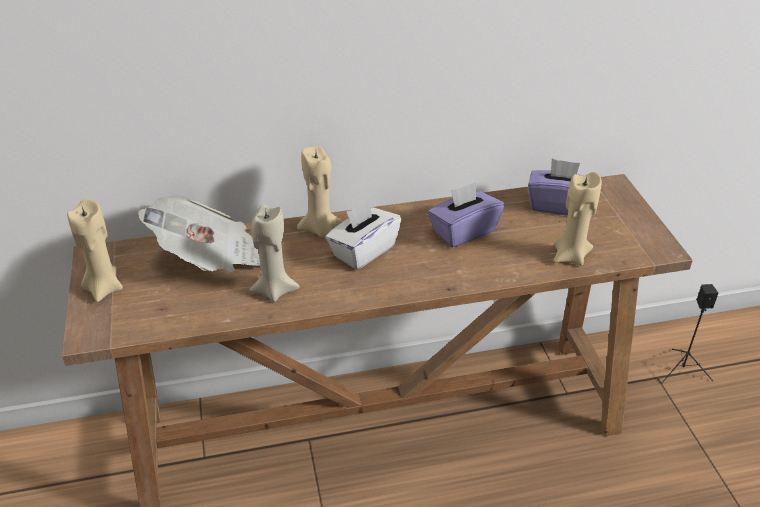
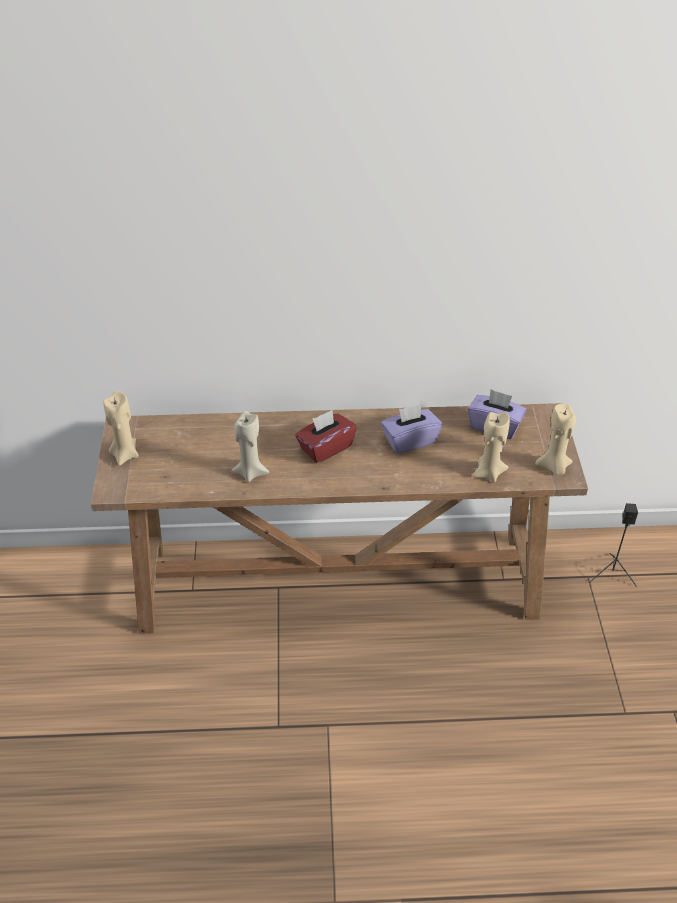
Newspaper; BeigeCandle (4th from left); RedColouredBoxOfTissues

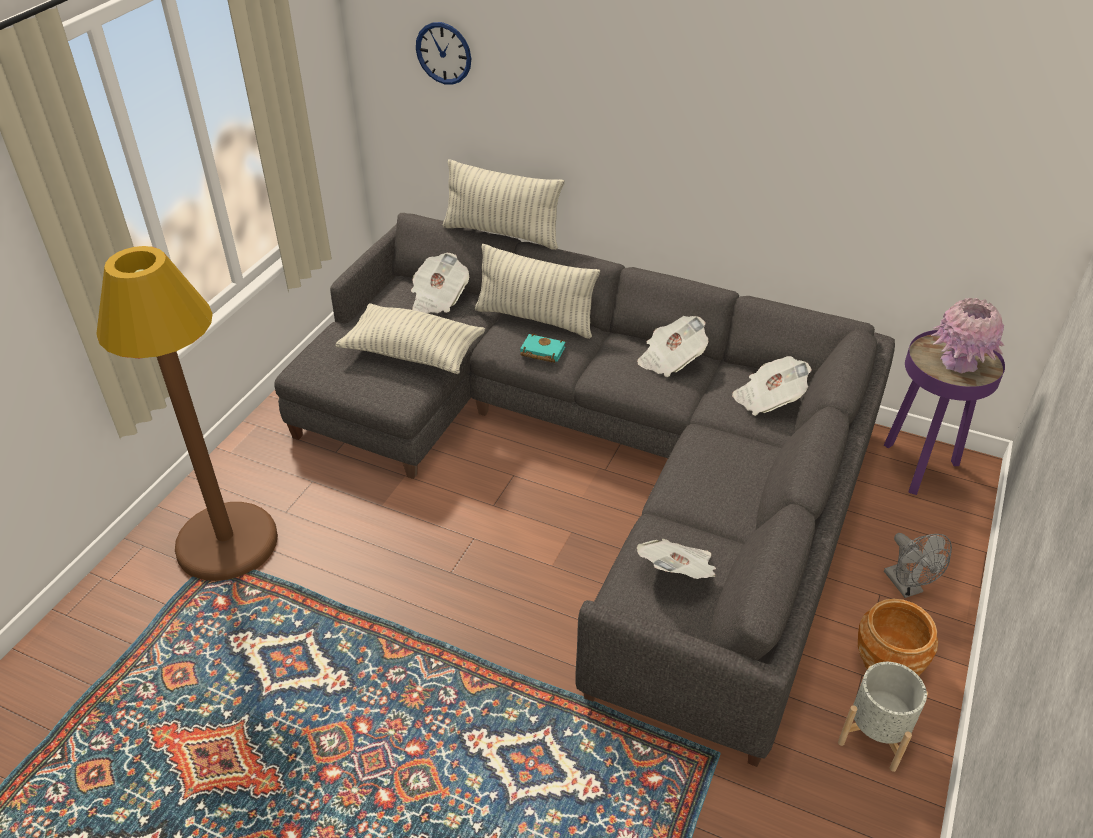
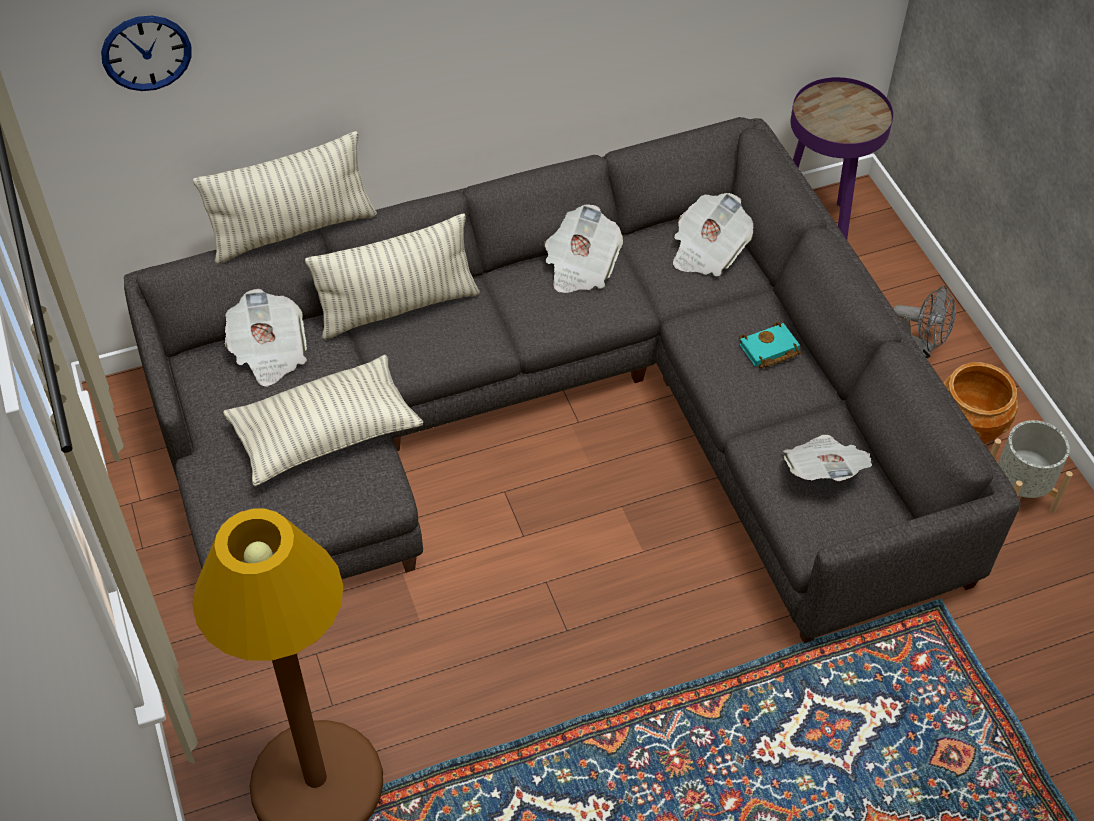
PinkDecorativeVase; TurquoiseColouredVolume

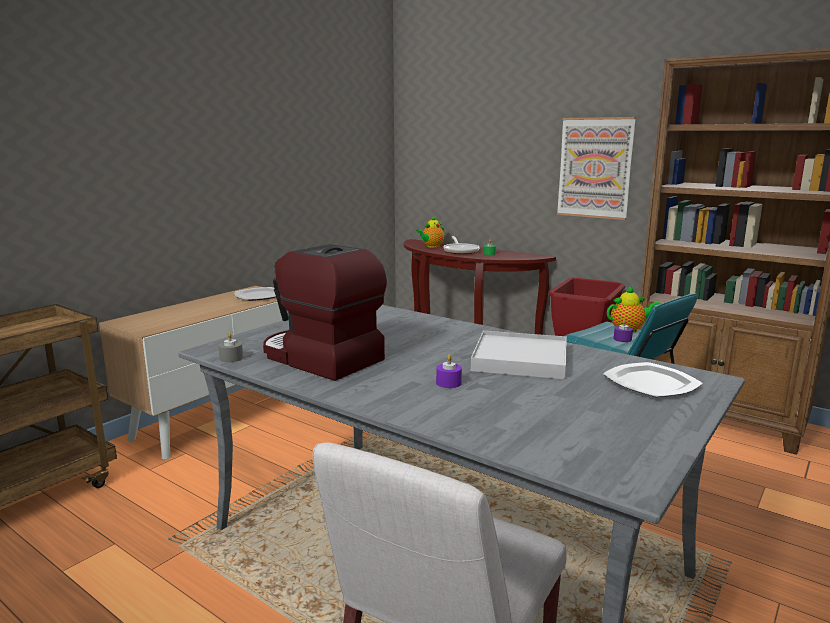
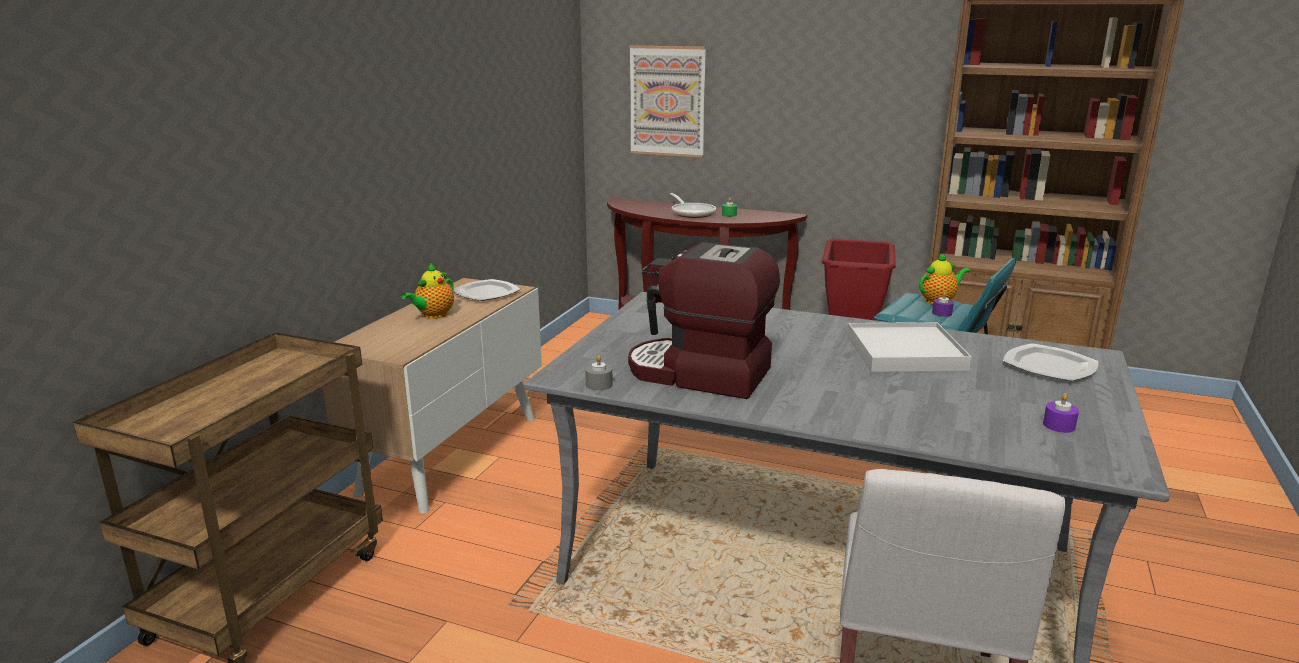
PotForTea (1st from left); PurpleCandle (2nd from left); WallArt

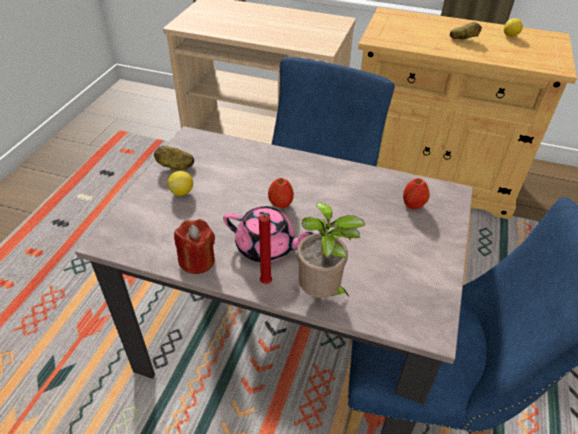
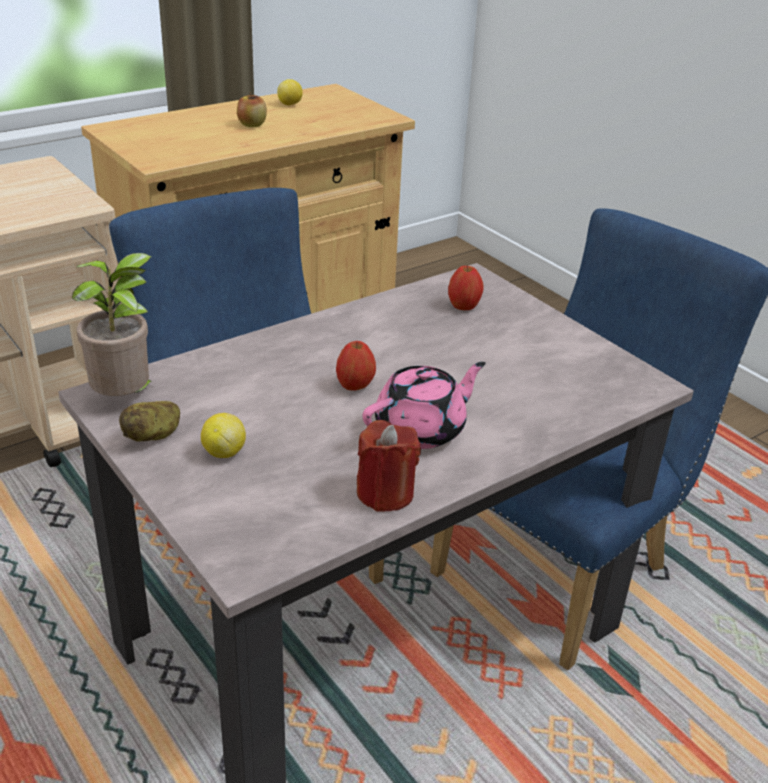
RedColouredCandle (2nd from left in the first image); Houseplant; WholeApple (1st from left)

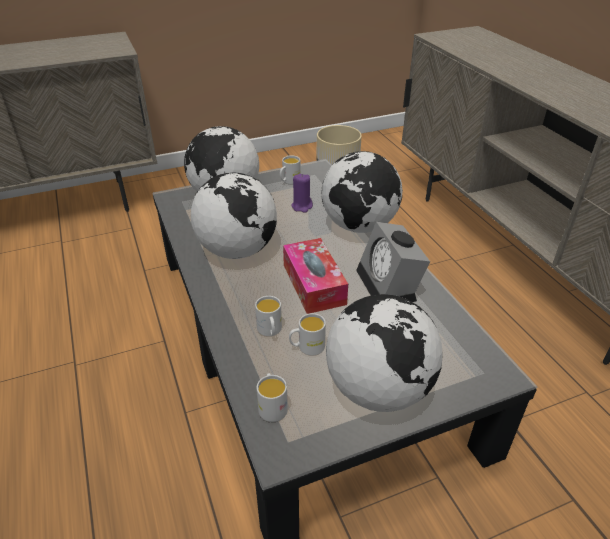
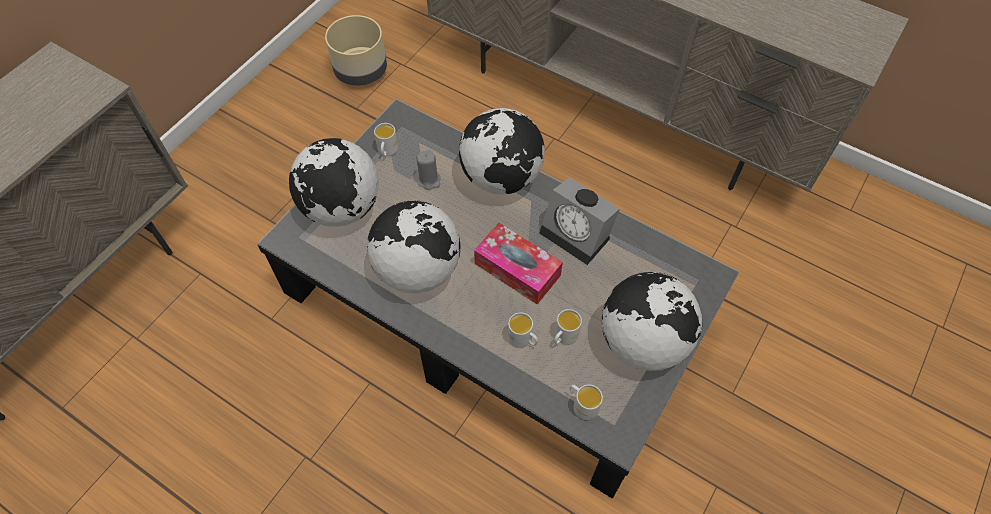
GrayCandle

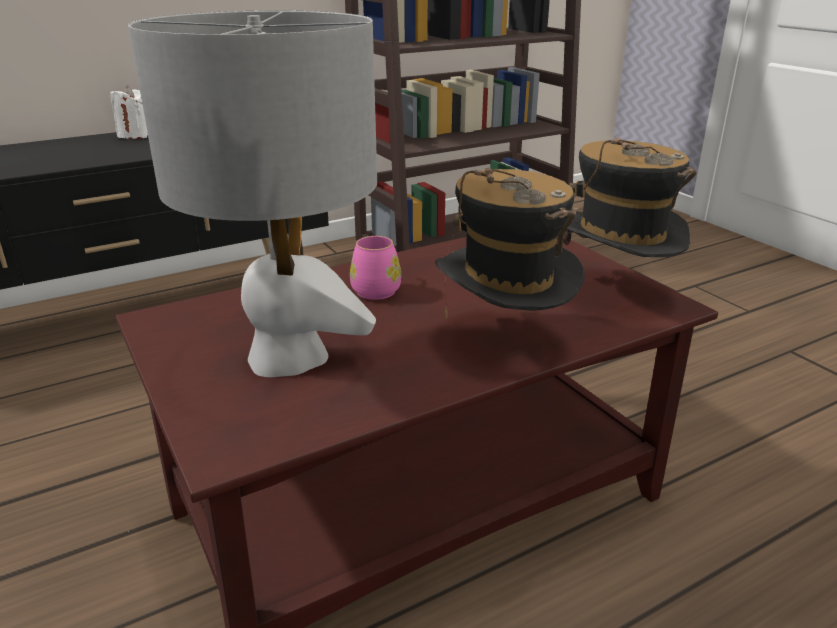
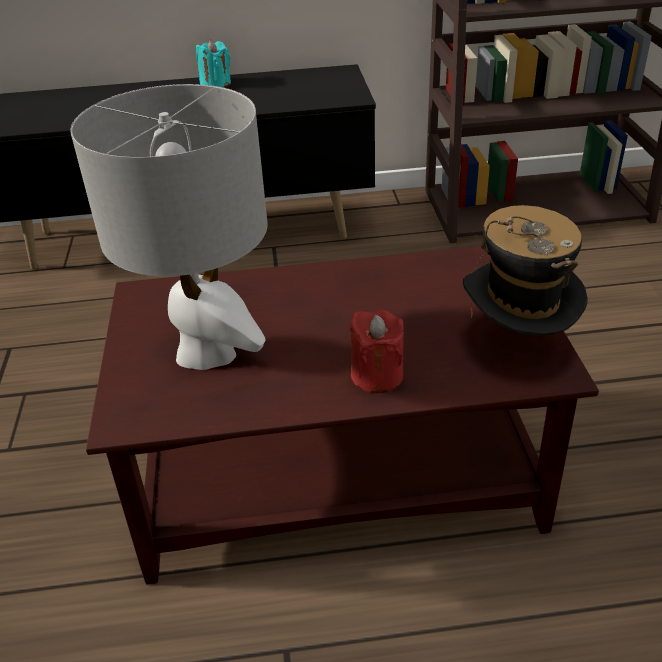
PinkMug; RedColouredCandle; TurquoiseColouredCandle

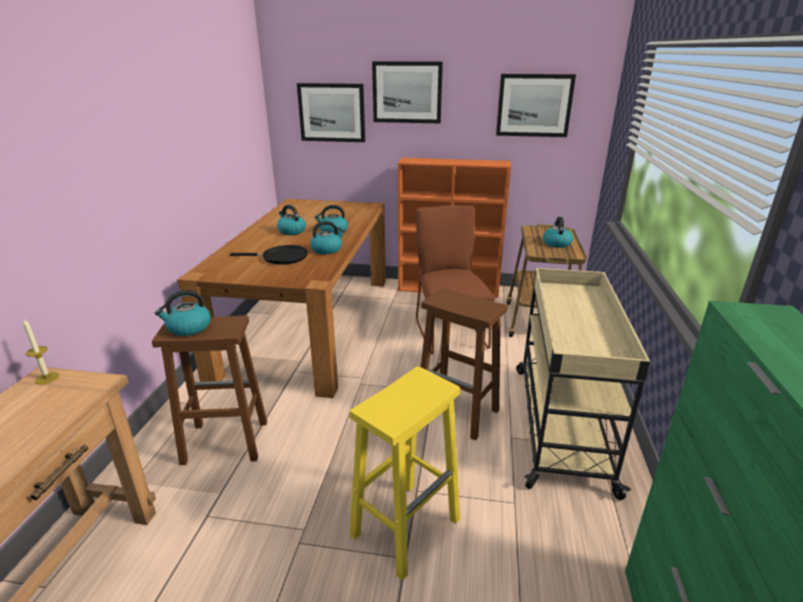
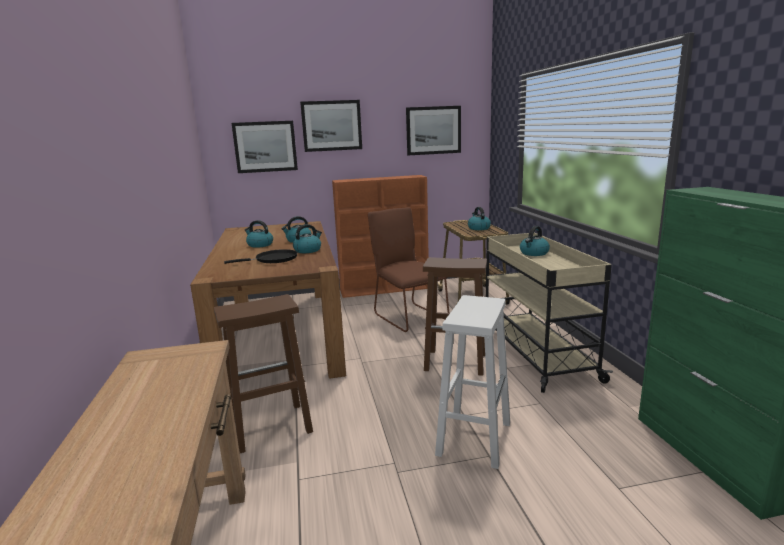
Candle; WaterKettle (5th from left); WhiteColouredSittingStool

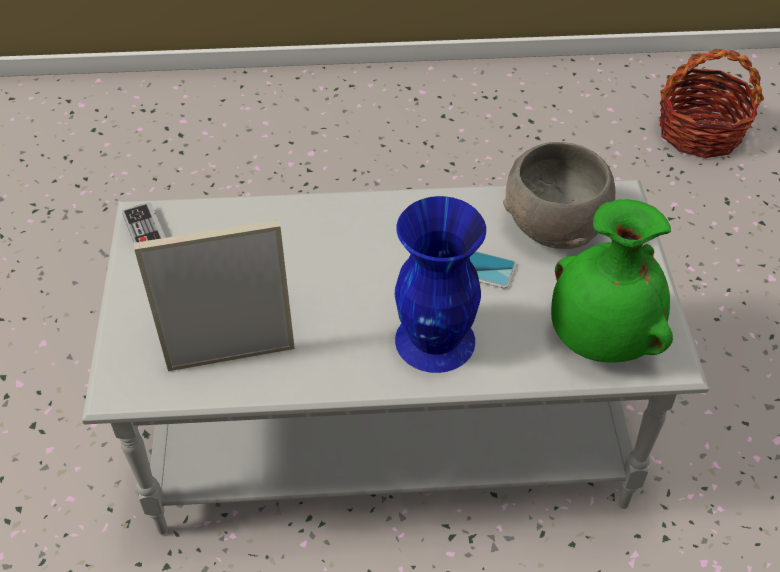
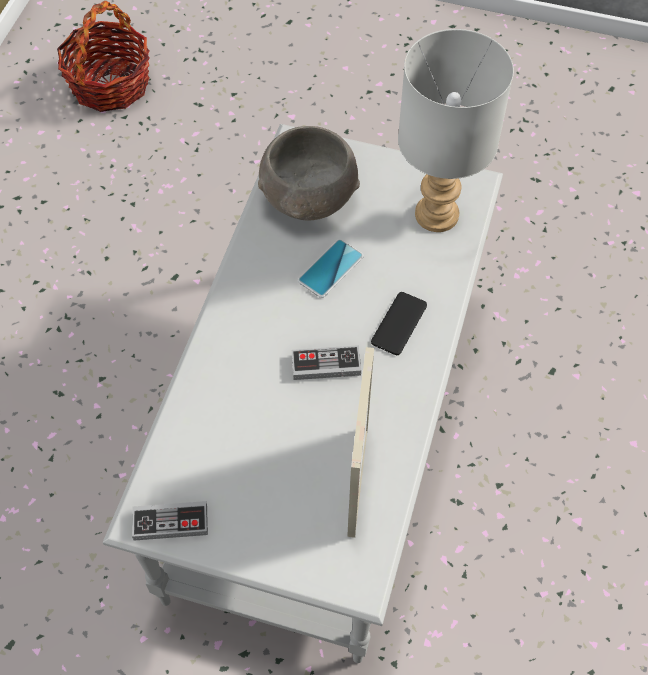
Gamepad (2nd from left); Phone (2nd from left); GrayTableLamp

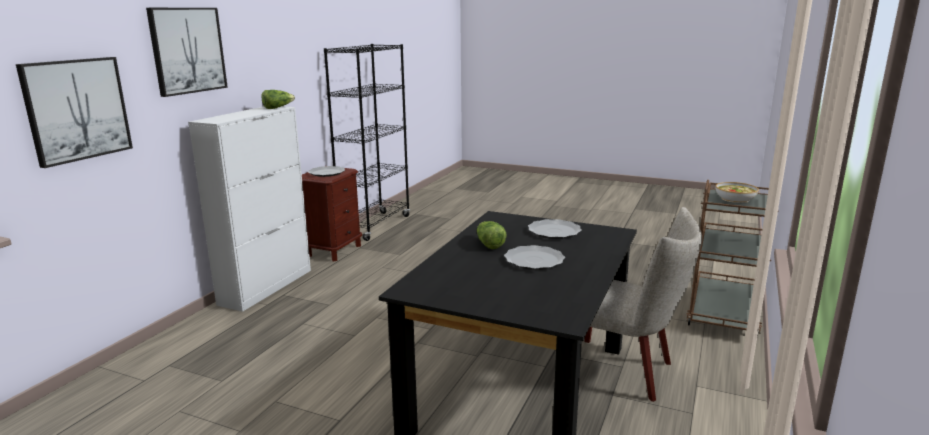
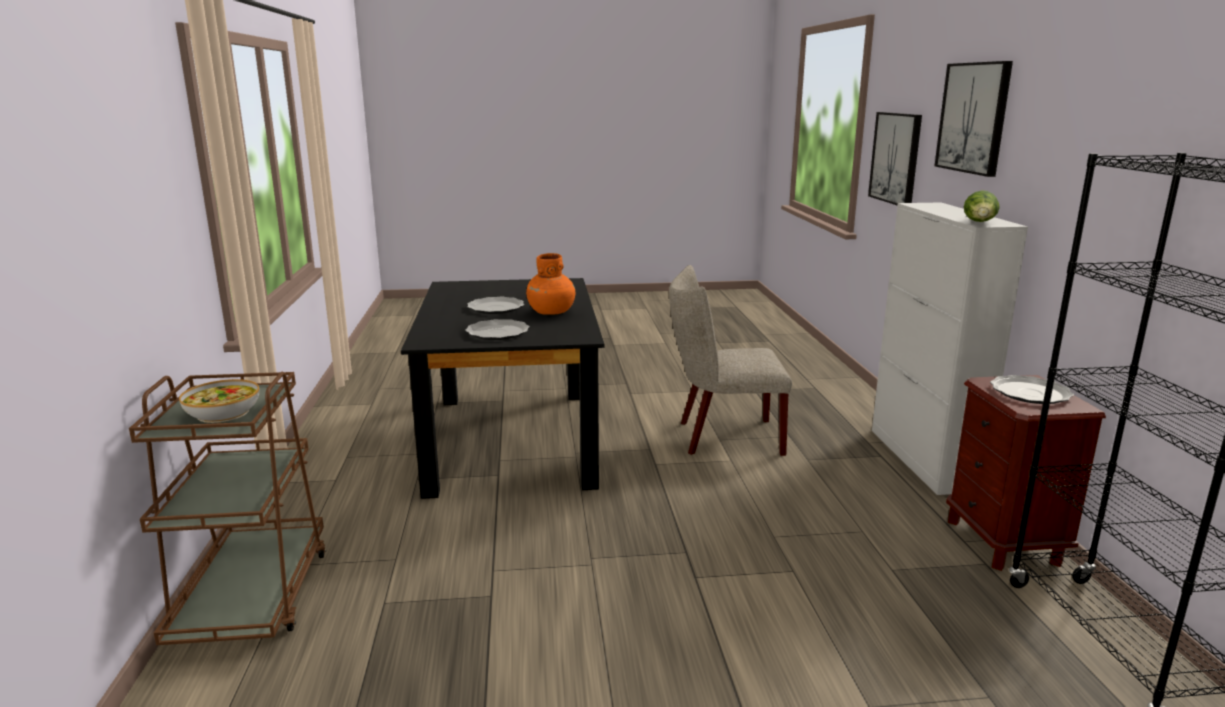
BeigeUprightChair; OrangeyDecorativeVase

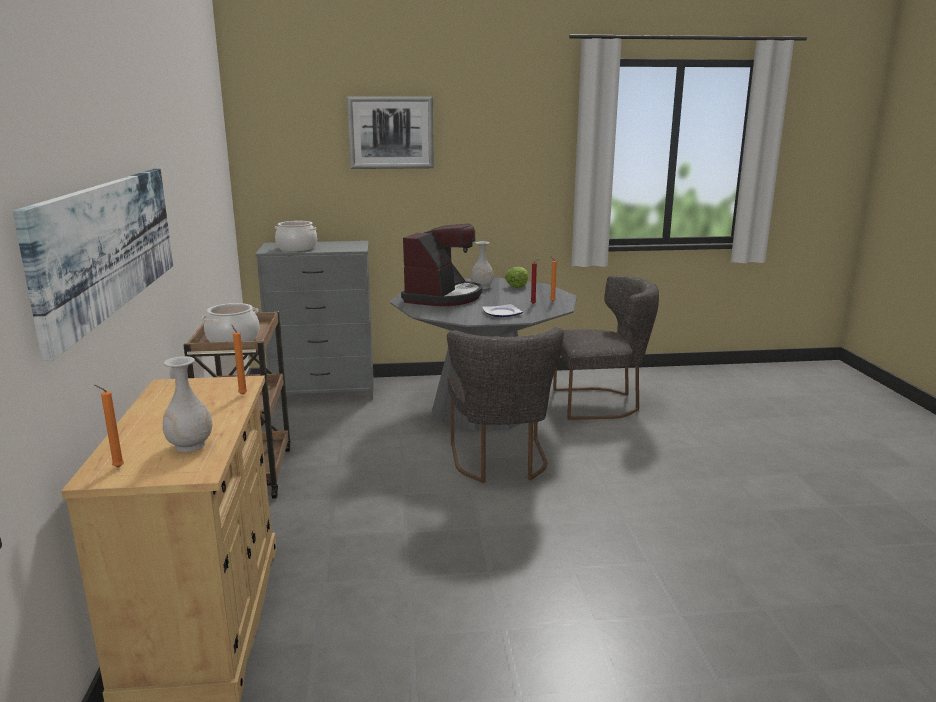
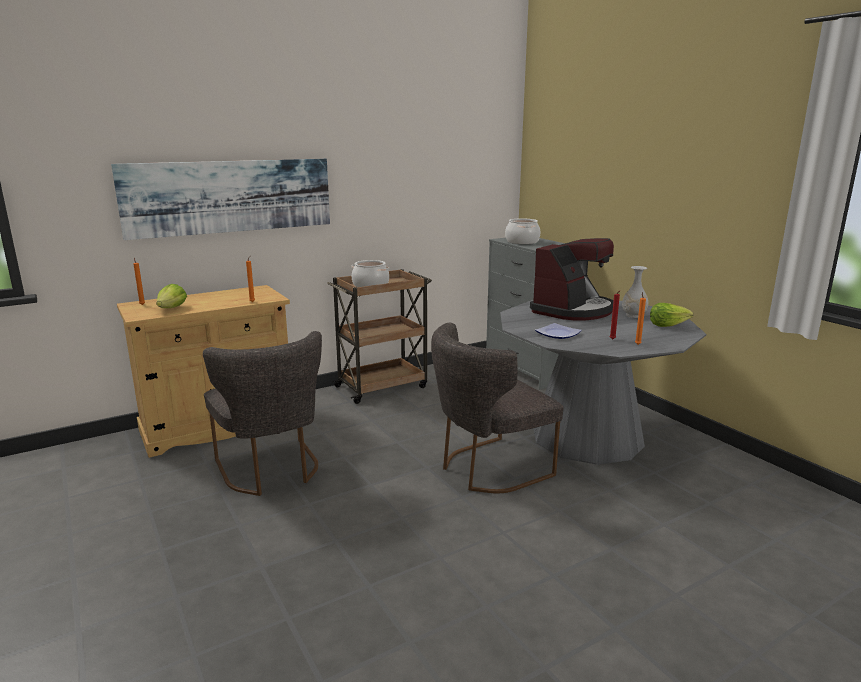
WallArt (2nd from left in the first image); GrayUprightChair (1st from left); HeadOfLettuce (1st from left); CoffeeMaker

